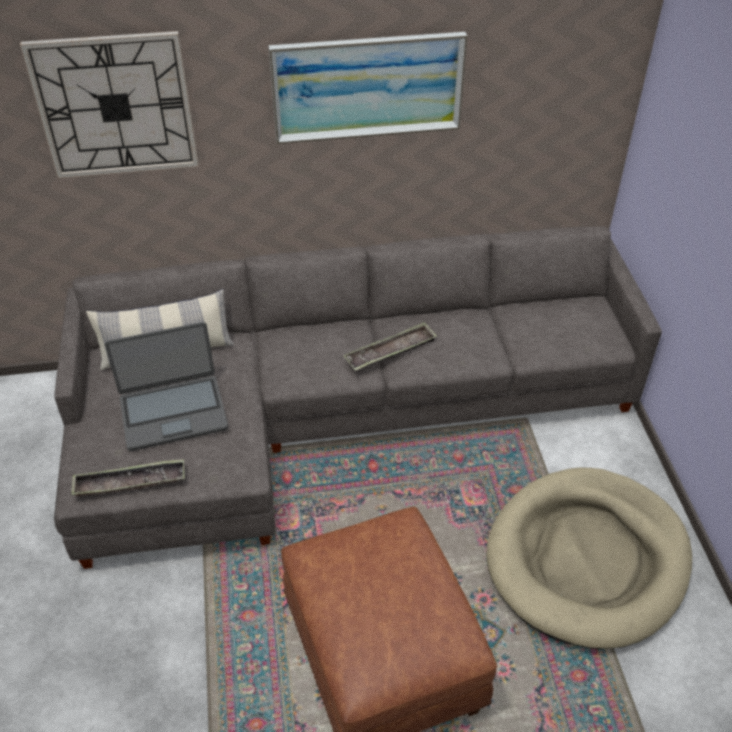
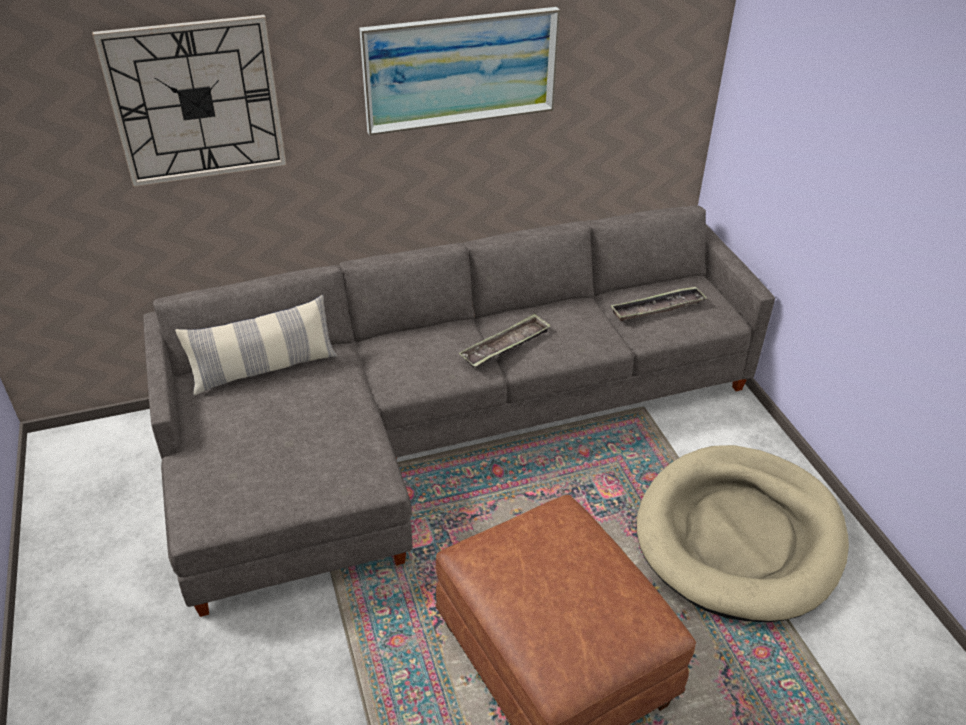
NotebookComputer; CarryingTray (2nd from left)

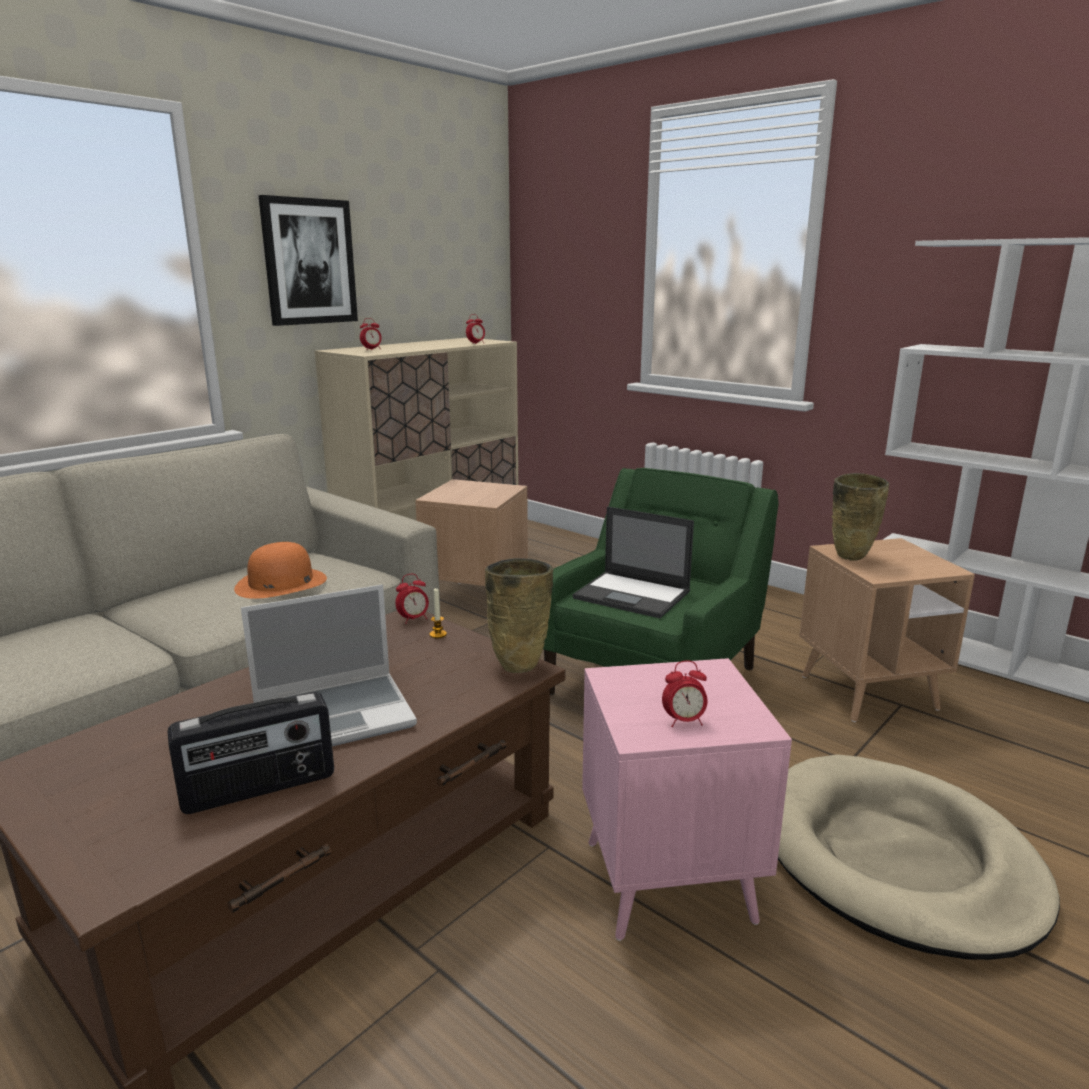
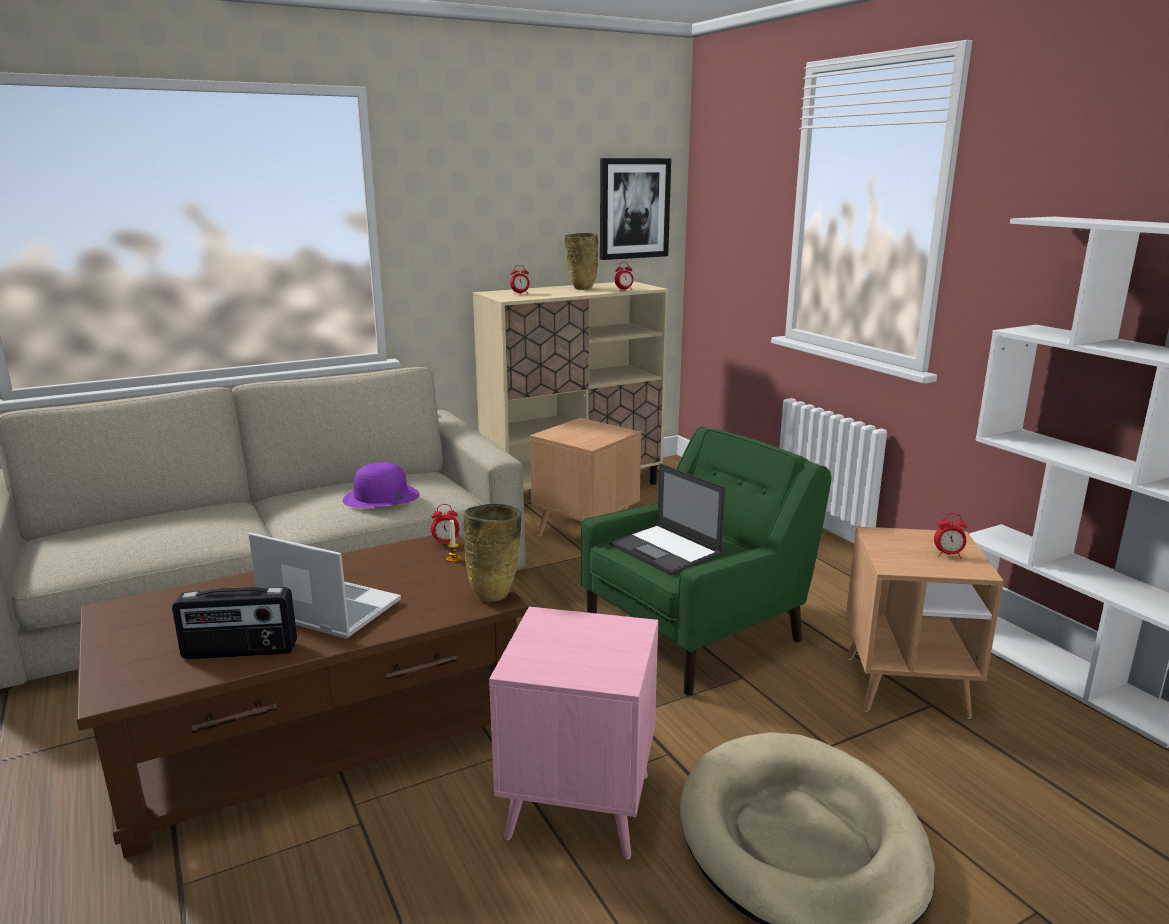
WallArt; AlarmClock (4th from left); BeigeDecorativeVase (2nd from left); PurpleHat; NotebookComputer (1st from left)

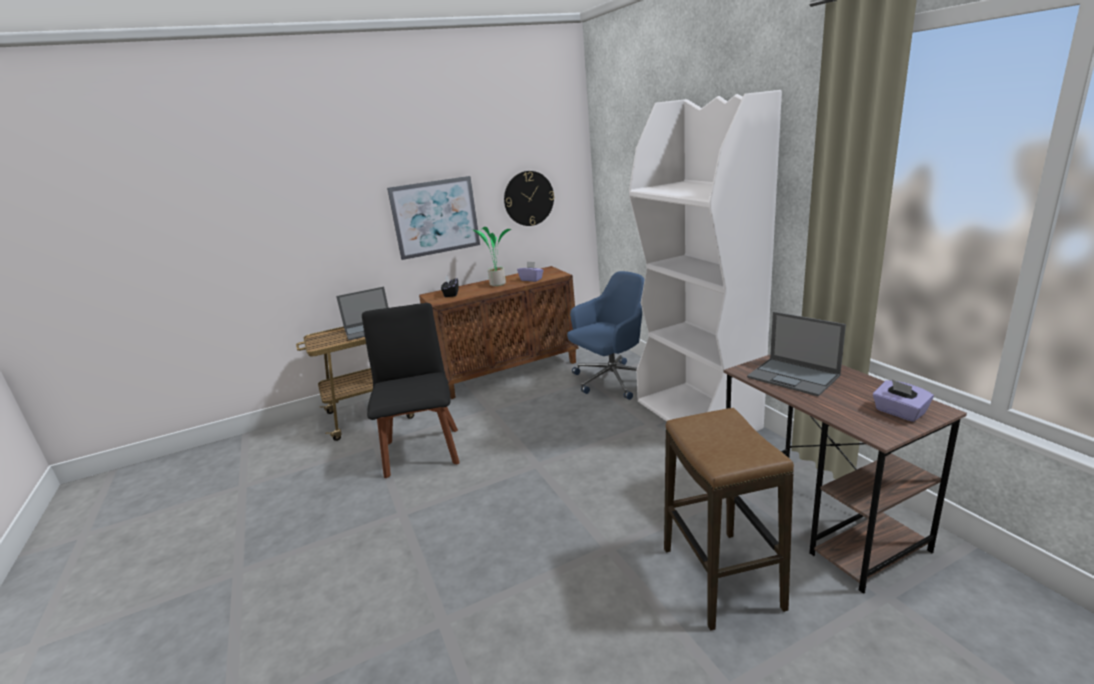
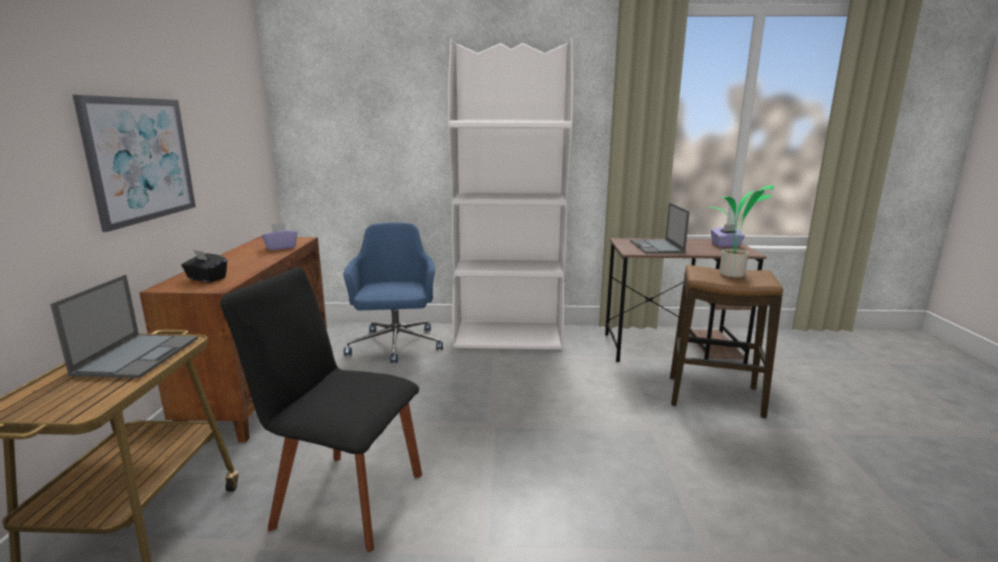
HangingClock; Houseplant; NotebookComputer (2nd from left)

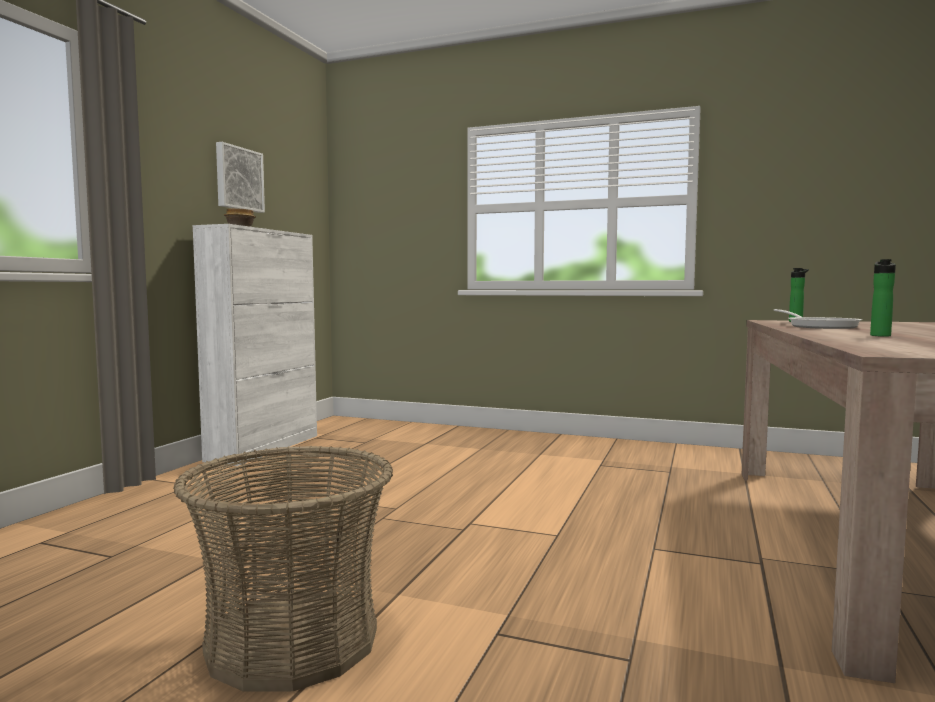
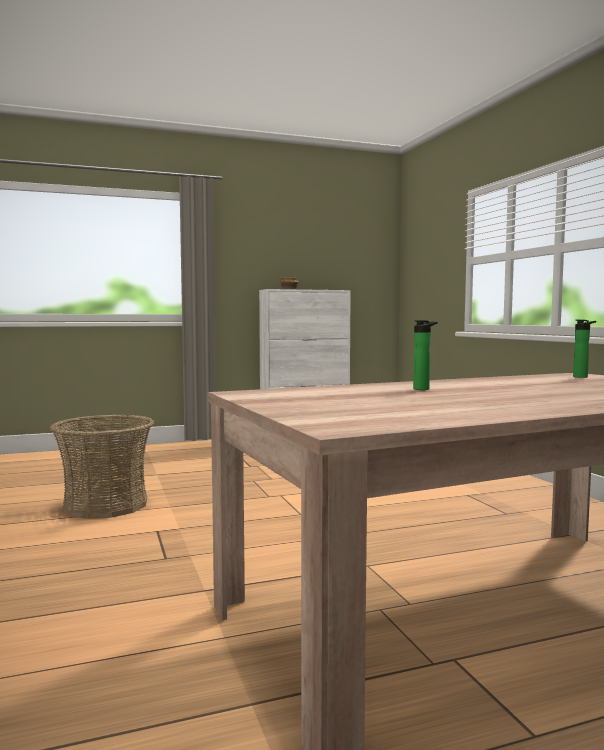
WallArt; Skillet

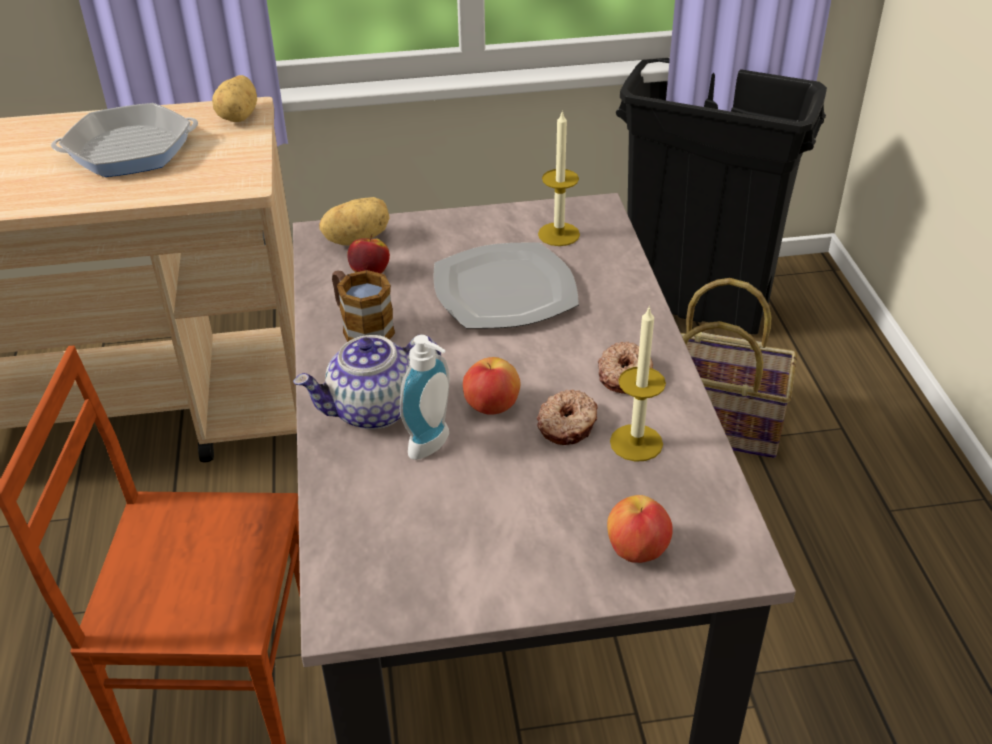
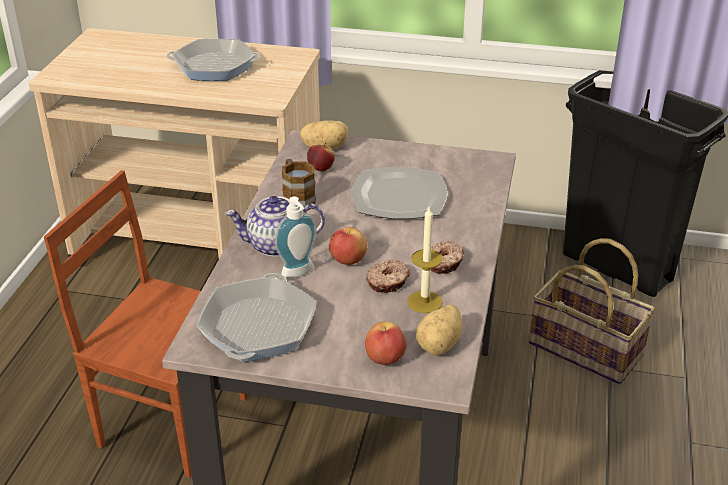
Candle (1st from left in the first image); Skillet (2nd from left); Spud (2nd from left)

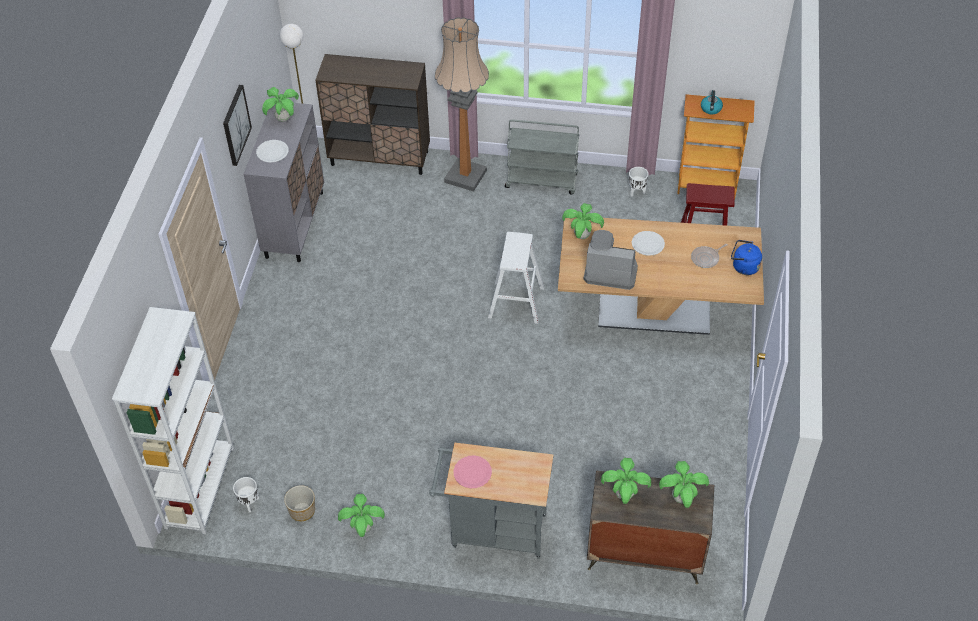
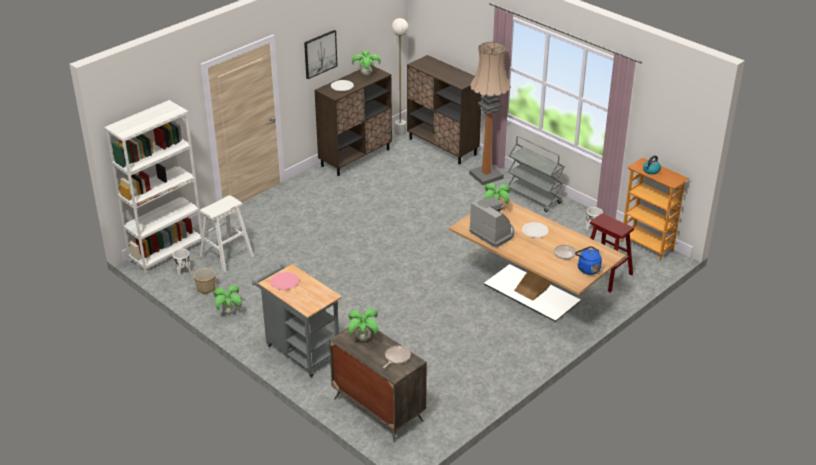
WhiteColouredSittingStool; Skillet (1st from left); BrownColouredStorageCabinet (1st from left)

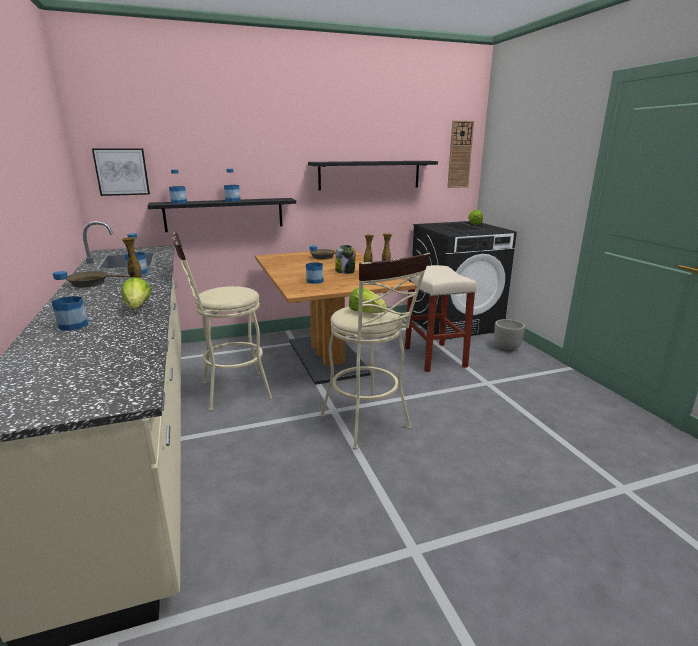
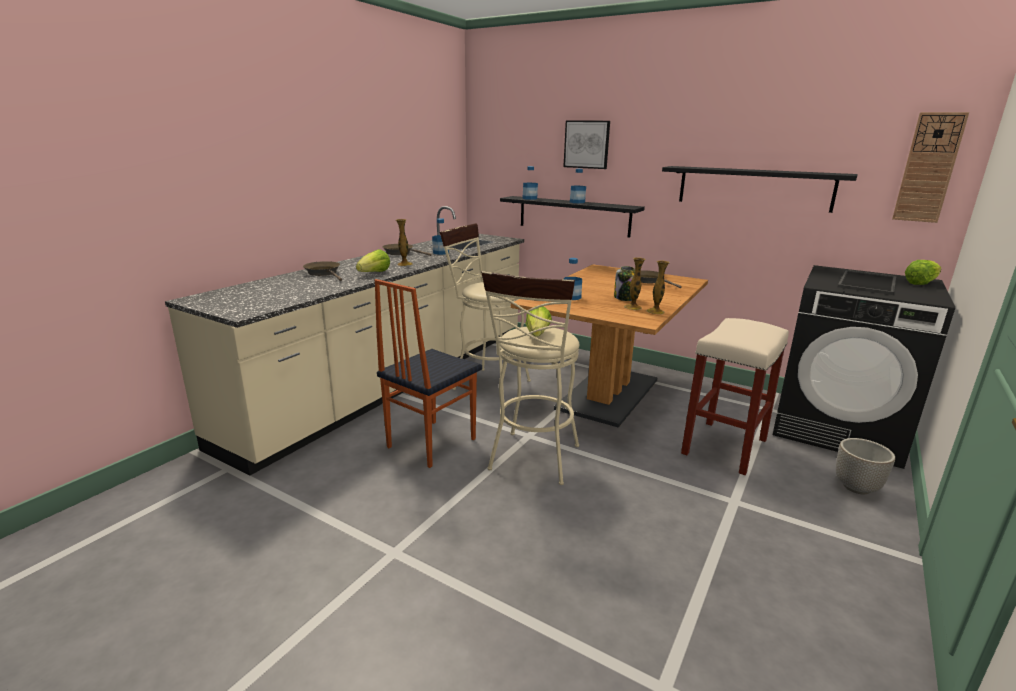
UprightChair; WallArt; BrownColouredSkillet (1st from left)

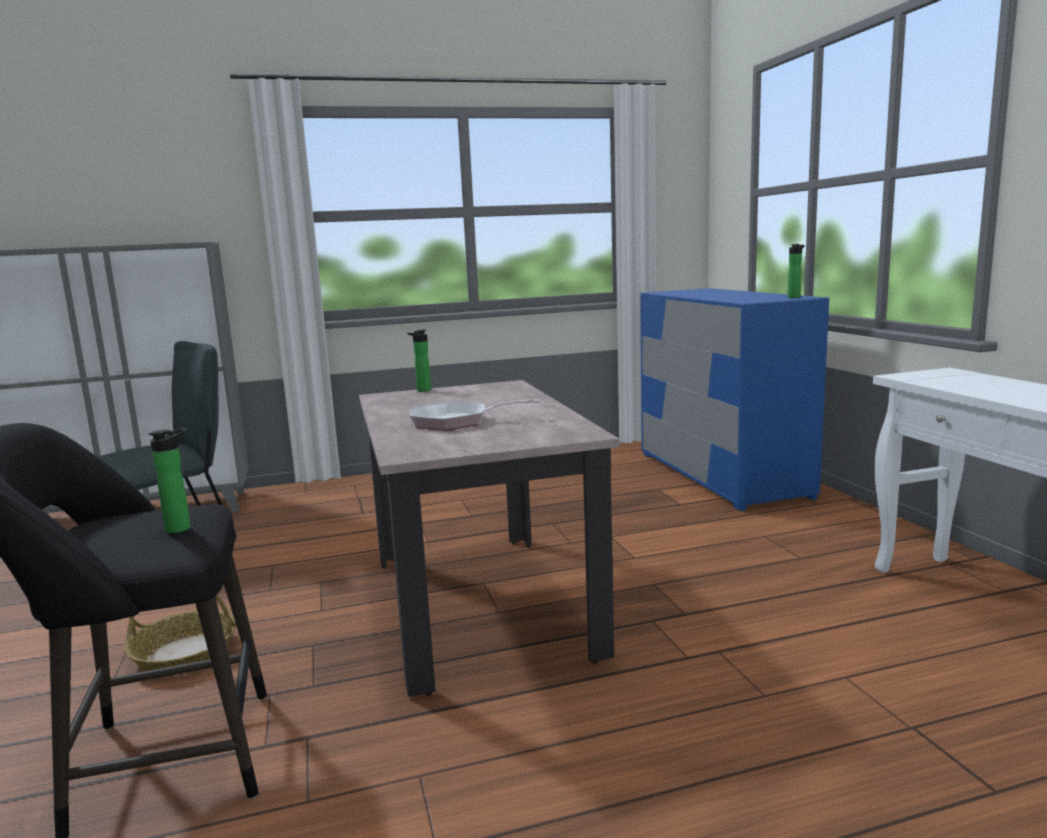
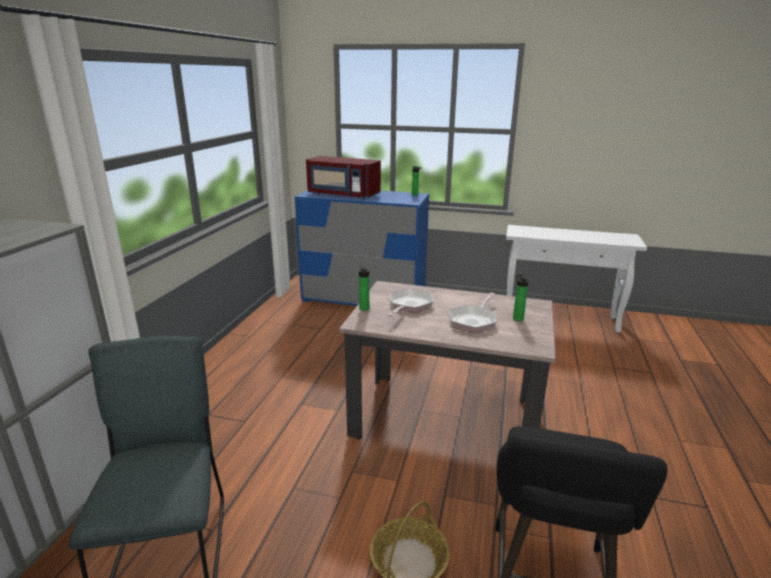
RedColouredMicrowave; Skillet (1st from left); Bottle (3rd from left)

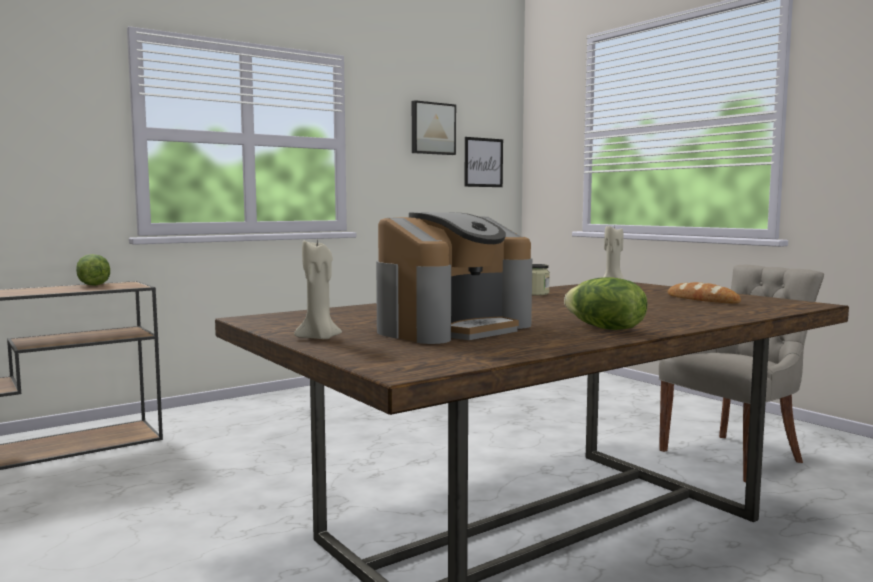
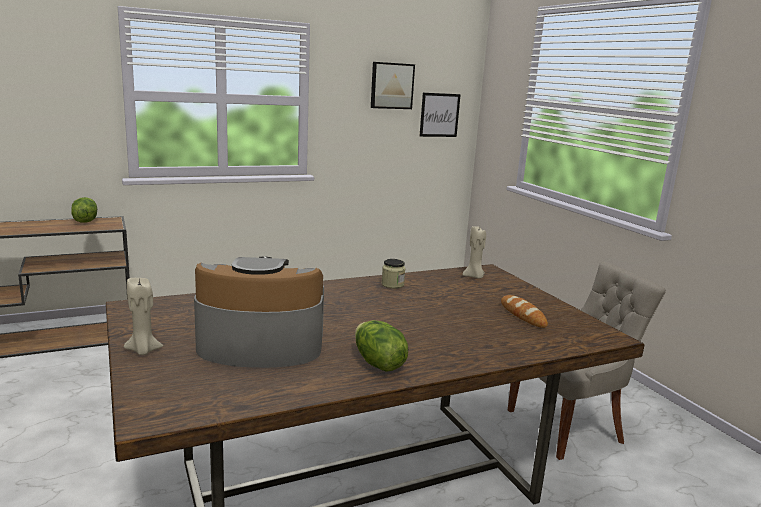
CoffeeMaker

